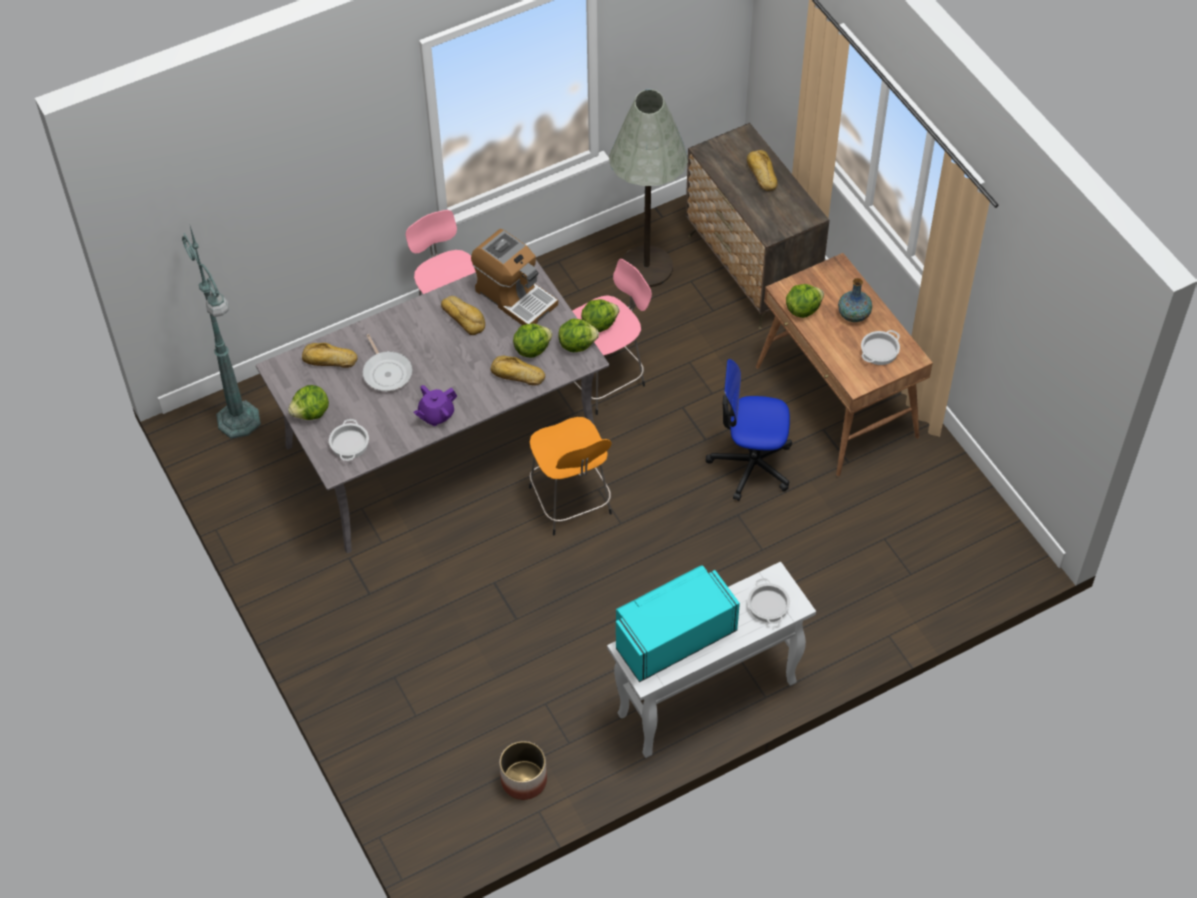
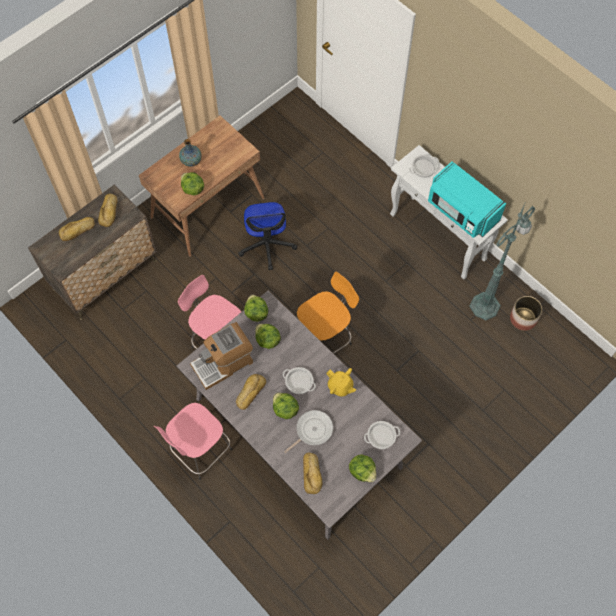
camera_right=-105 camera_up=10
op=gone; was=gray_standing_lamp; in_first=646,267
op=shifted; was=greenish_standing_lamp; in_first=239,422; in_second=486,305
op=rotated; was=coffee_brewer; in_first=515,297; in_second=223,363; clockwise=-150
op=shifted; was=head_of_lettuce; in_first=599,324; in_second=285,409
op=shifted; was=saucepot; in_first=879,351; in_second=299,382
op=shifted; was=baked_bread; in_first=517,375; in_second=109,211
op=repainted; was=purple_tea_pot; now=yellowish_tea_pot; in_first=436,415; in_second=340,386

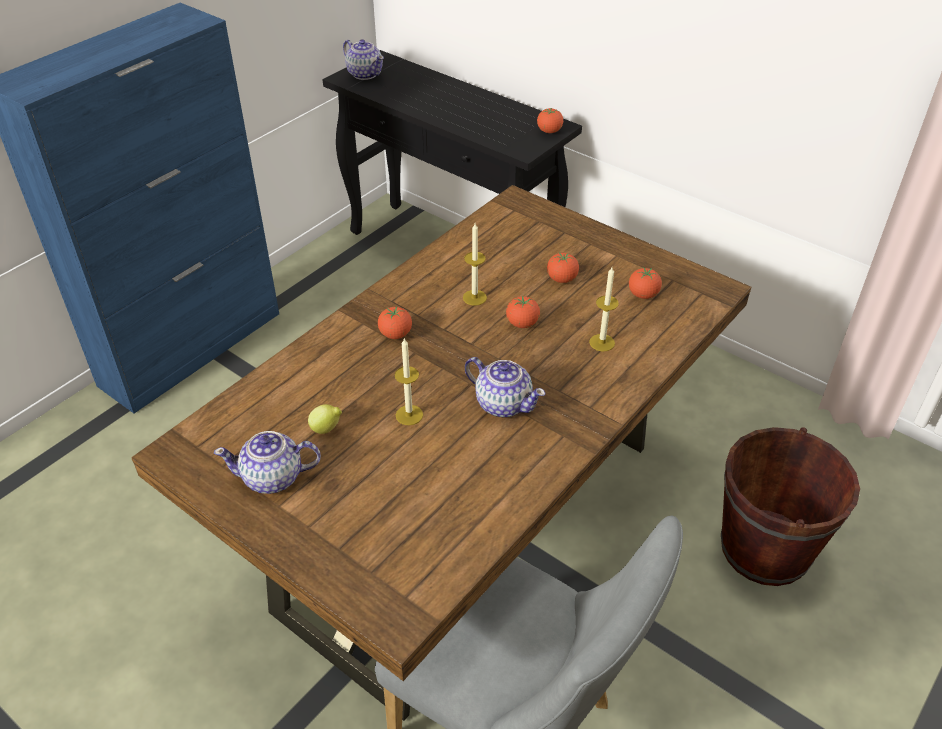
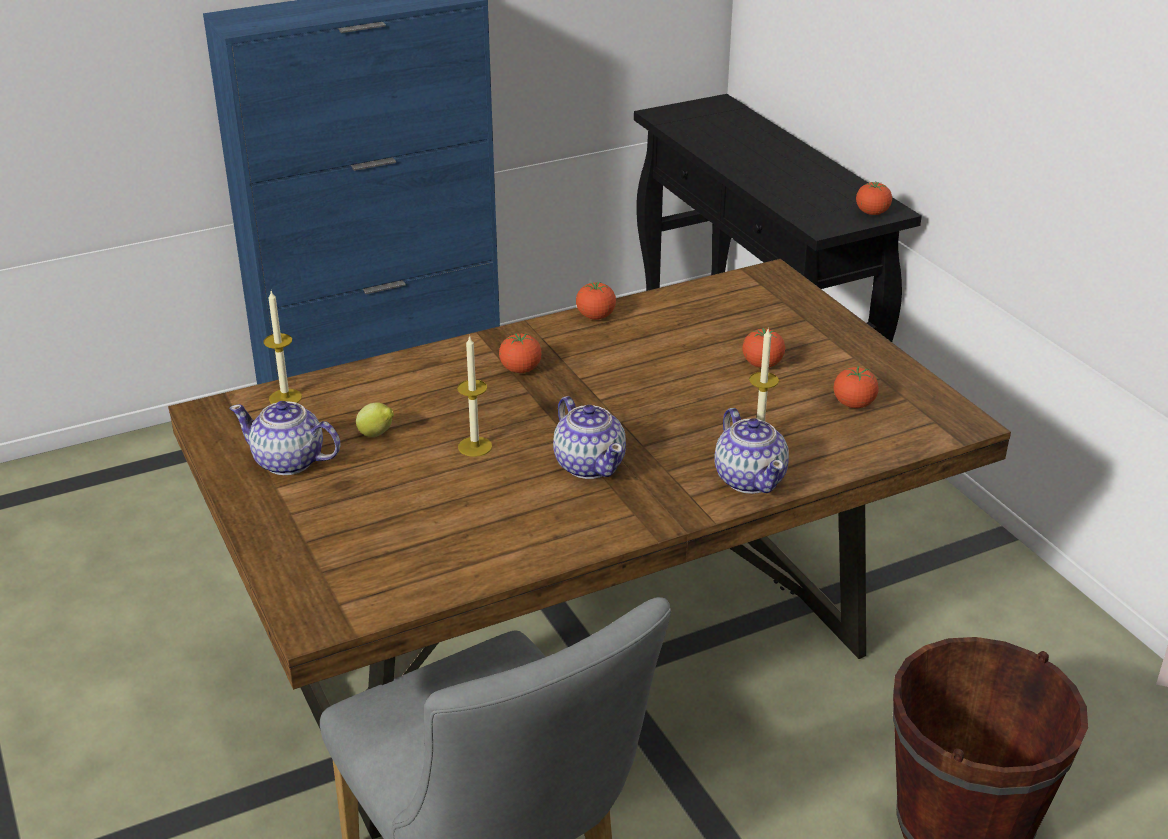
camera_right=25 camera_up=-10
op=shifted; was=tea_pot; in_first=365,74; in_second=750,479
op=shifted; was=wax_light; in_first=474,297; in_second=285,398
op=shifted; was=whole_tomato; in_first=522,324; in_second=595,317

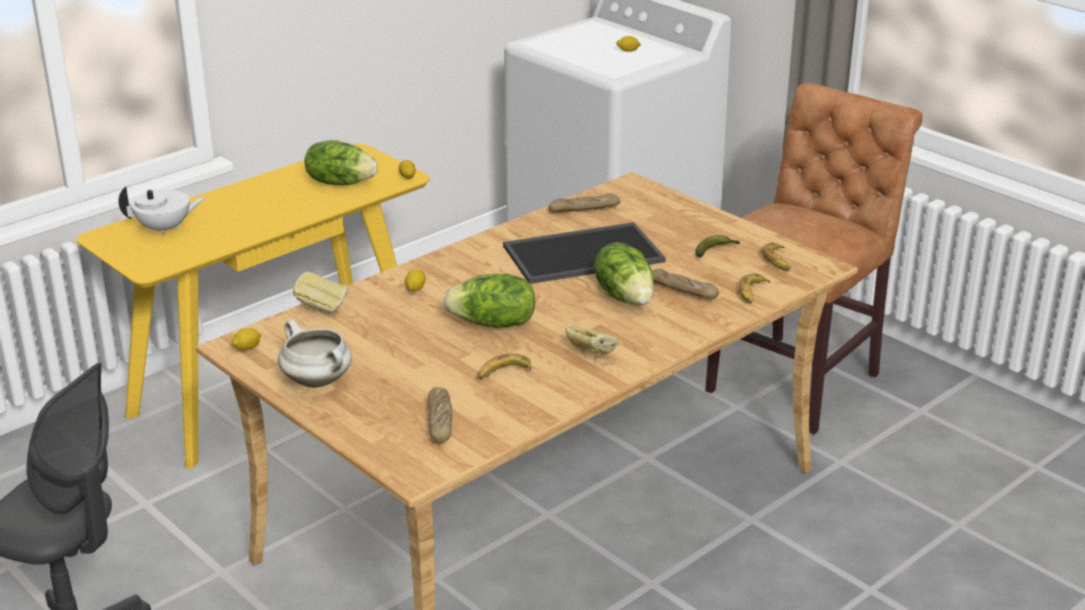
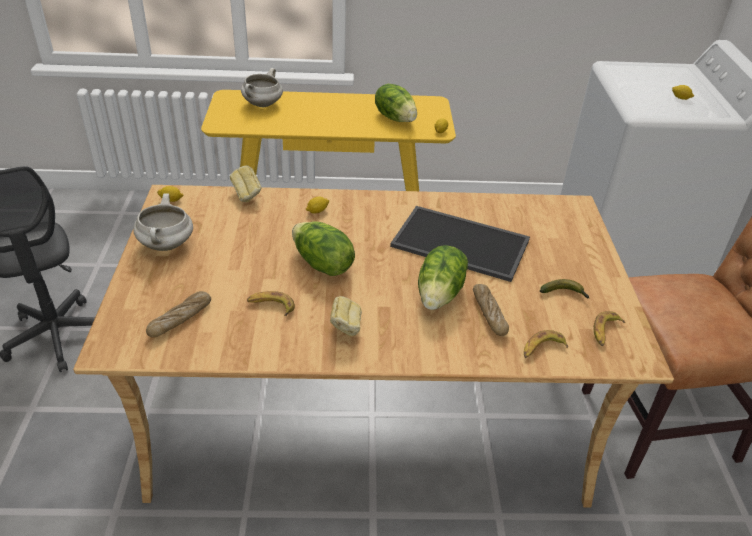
camera_right=40 camera_up=10
op=swapped; was=white-coloured_tea_pot; now=white-coloured_saucepot; in_first=165,229; in_second=262,105
op=gone; was=baked_bread; in_first=584,210

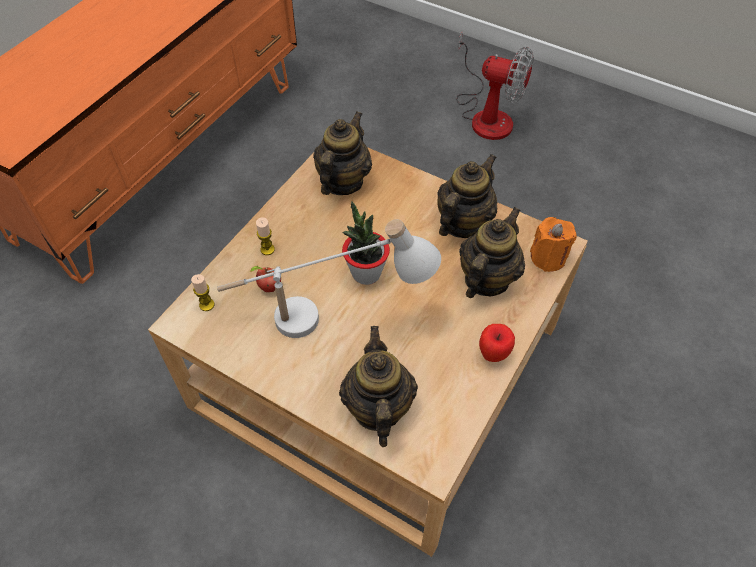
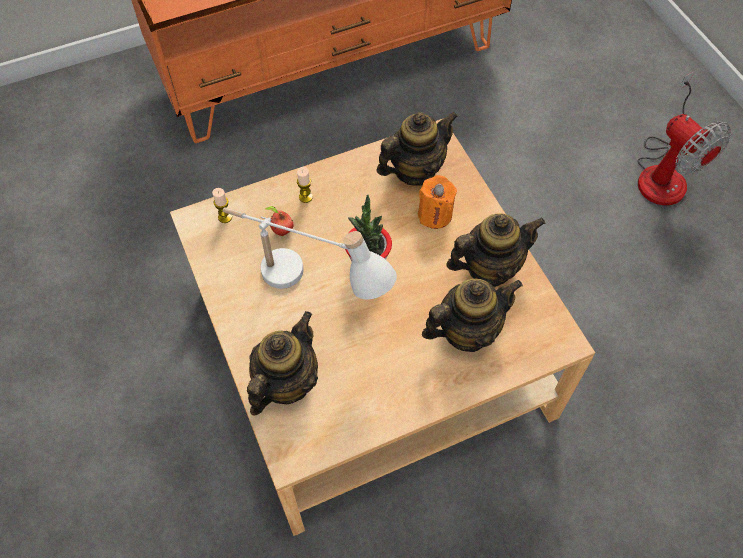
camera_right=35 camera_up=5
op=shifted; was=orange-coloured_wax_light; in_first=548,258; in_second=435,215
op=gone; was=whole_apple; in_first=493,355

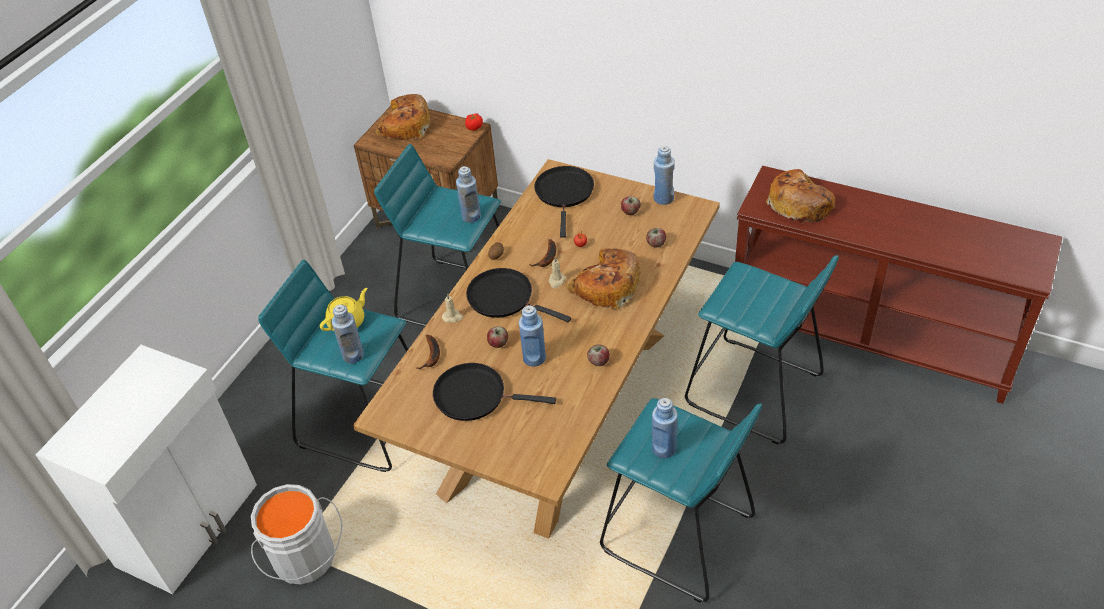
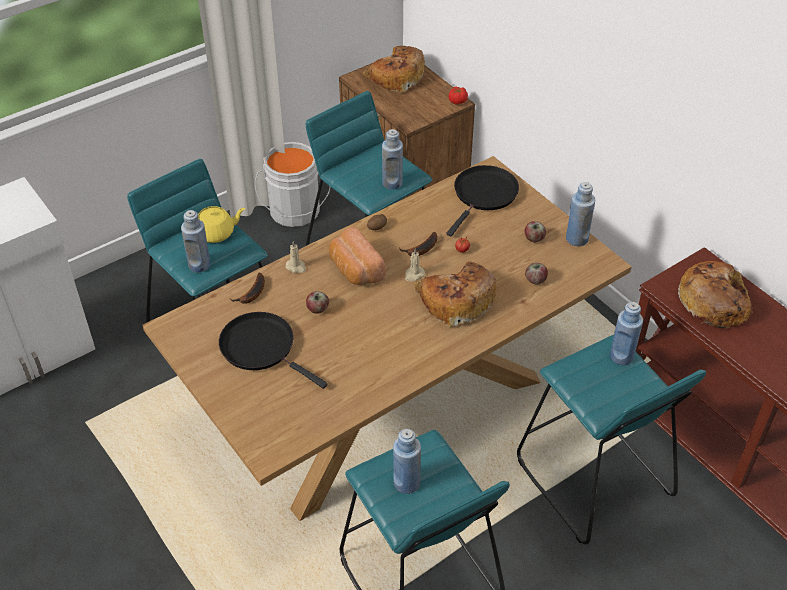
camera_right=25 camera_up=0
op=swapped; was=black_pan; now=baked_bread; in_first=504,298; in_second=354,270
op=shifted; was=bluish_drink_bottle; in_first=534,358; in_second=621,356
op=gone; was=whole_apple; in_first=598,361
op=shifted; was=gray_pail; in_first=306,560; in_second=295,212

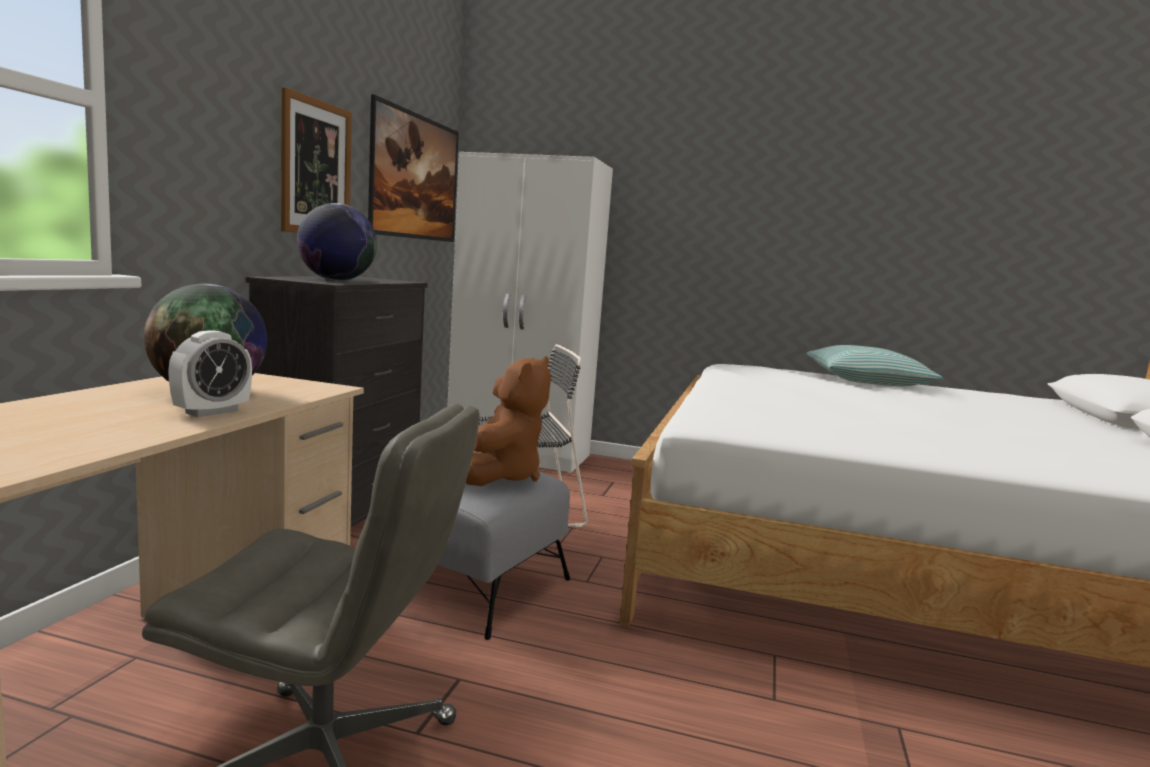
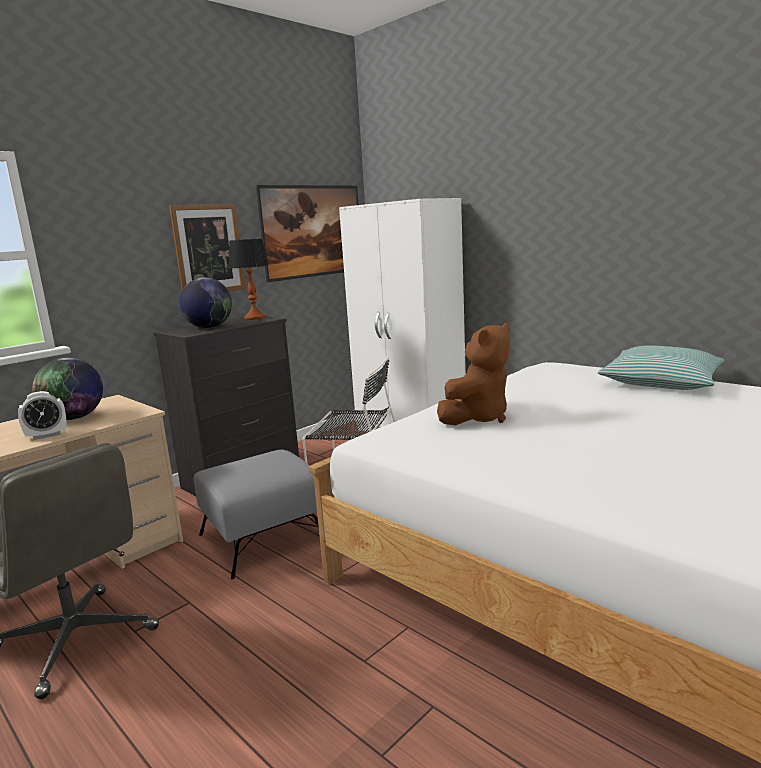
camera_right=30 camera_up=5
op=shifted; was=brown_soft_toy; in_first=501,476; in_second=477,418
op=new; now=table_lamp; in_second=255,318

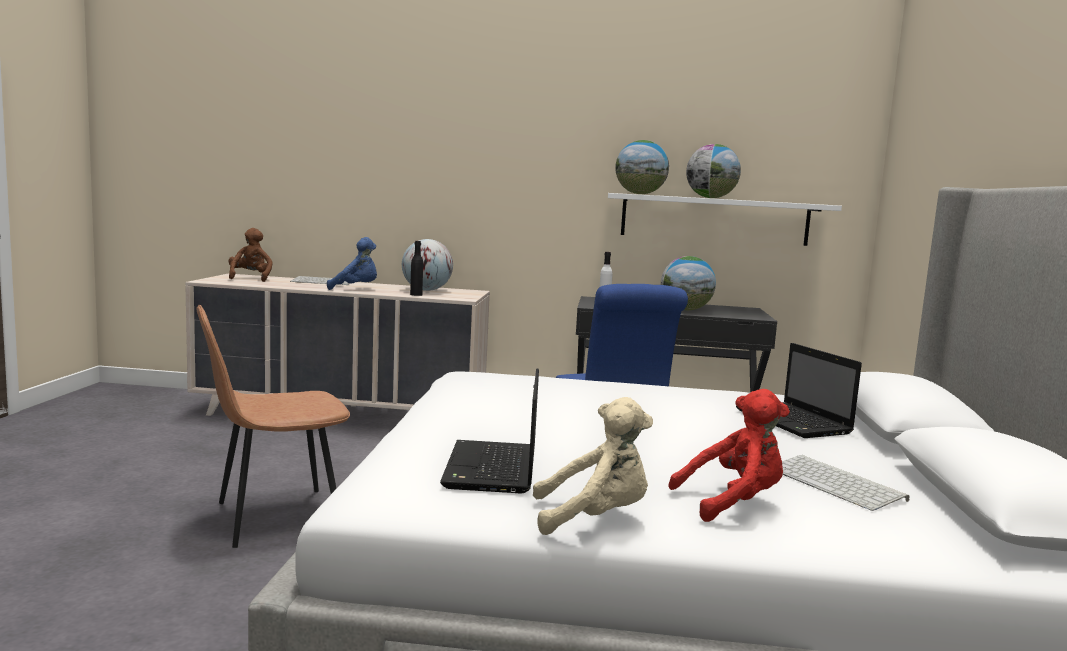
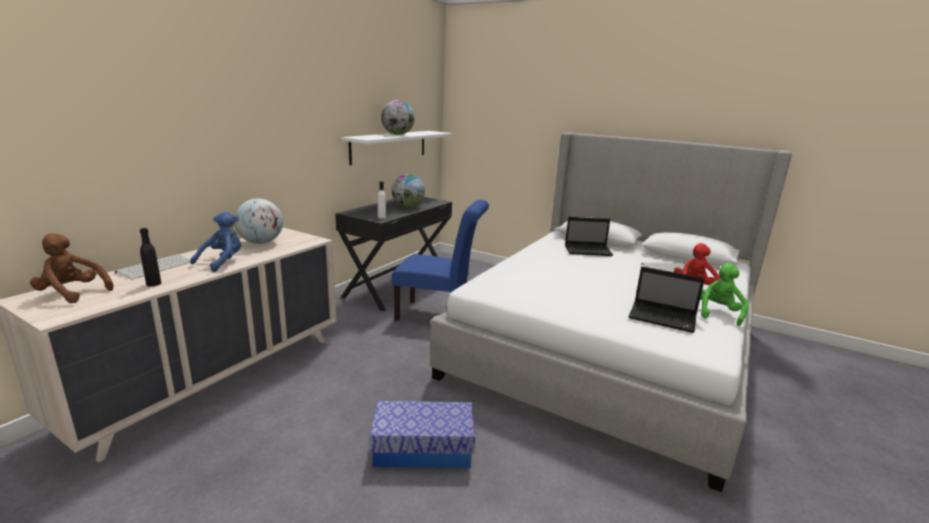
camera_right=-65 camera_up=10
op=gone; was=world_globe; in_first=640,194
op=shifted; was=black_drink_bottle; in_first=416,294; in_second=153,284
op=swapped; was=brown_plain_chair; now=storage_box; in_first=274,517; in_second=423,449
op=repainted; was=beige-coloured_soft_toy; now=greenish_soft_toy; in_first=594,518; in_second=717,313

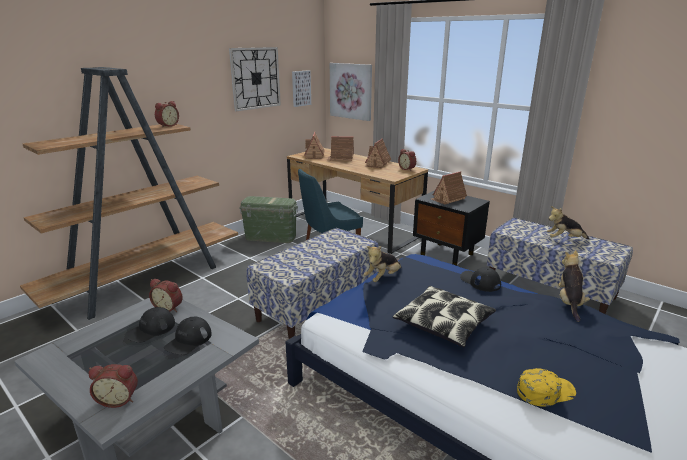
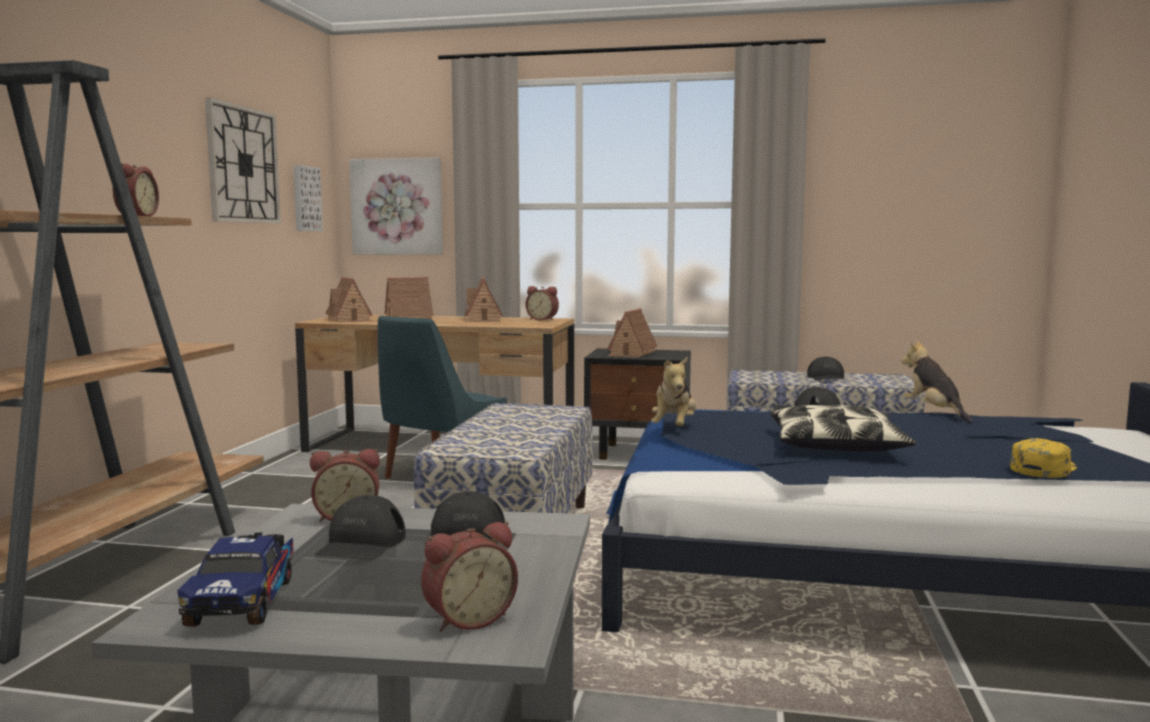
camera_right=-30 camera_up=-15
op=gone; was=greenish_storage_box; in_first=271,237
op=swapped; was=soft_toy; now=black_baseball_cap; in_first=564,239; in_second=827,378
op=new; now=toy_lorry; in_second=244,600

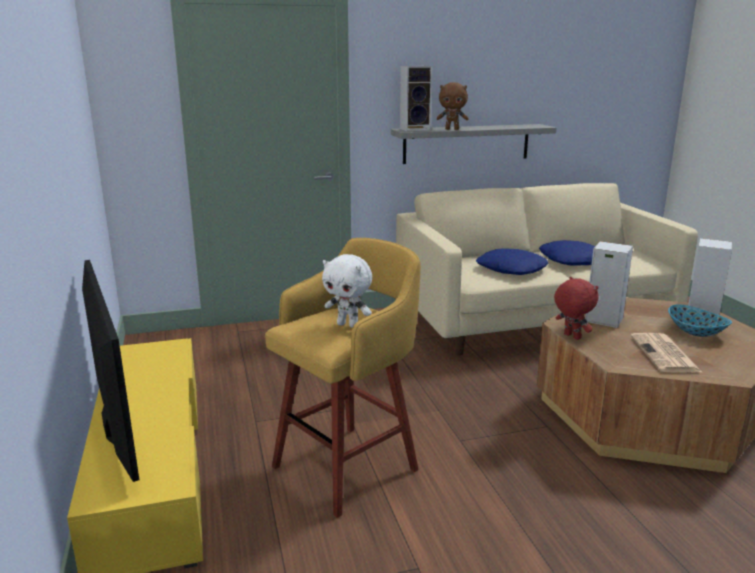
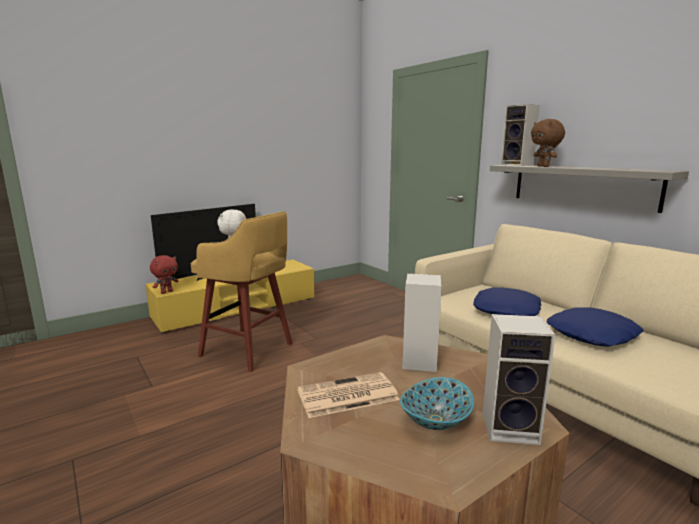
camera_right=70 camera_up=-5
op=shifted; was=red_soft_toy; in_first=571,336; in_second=166,292

